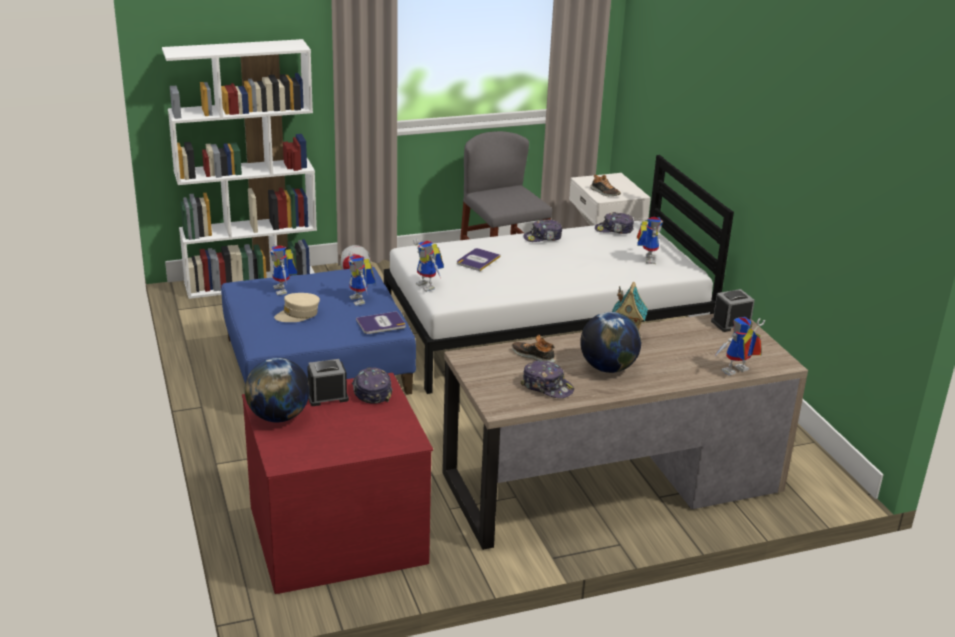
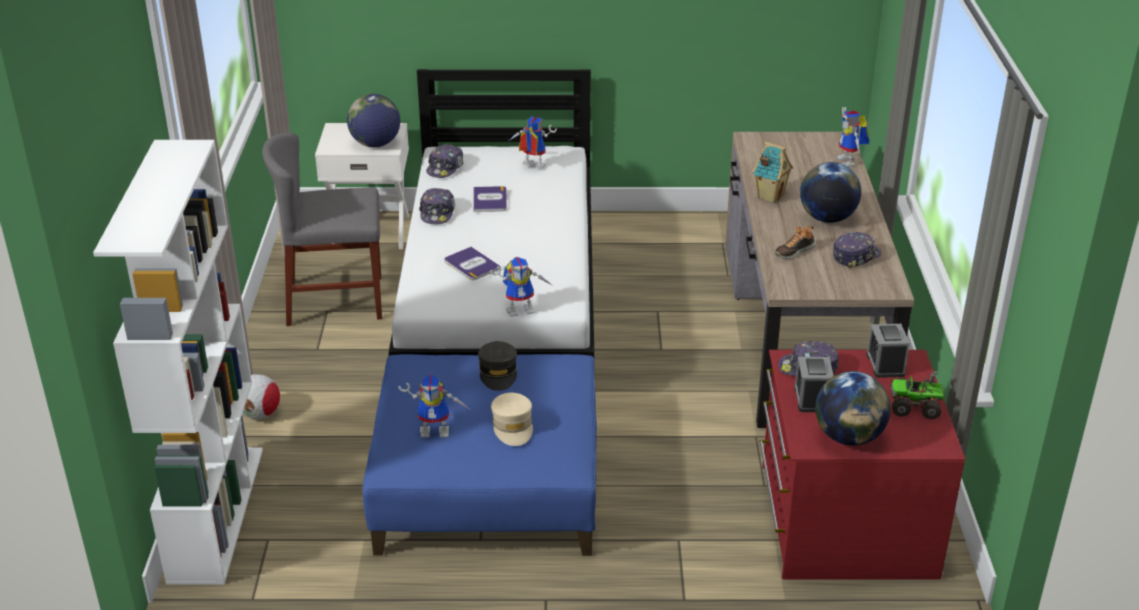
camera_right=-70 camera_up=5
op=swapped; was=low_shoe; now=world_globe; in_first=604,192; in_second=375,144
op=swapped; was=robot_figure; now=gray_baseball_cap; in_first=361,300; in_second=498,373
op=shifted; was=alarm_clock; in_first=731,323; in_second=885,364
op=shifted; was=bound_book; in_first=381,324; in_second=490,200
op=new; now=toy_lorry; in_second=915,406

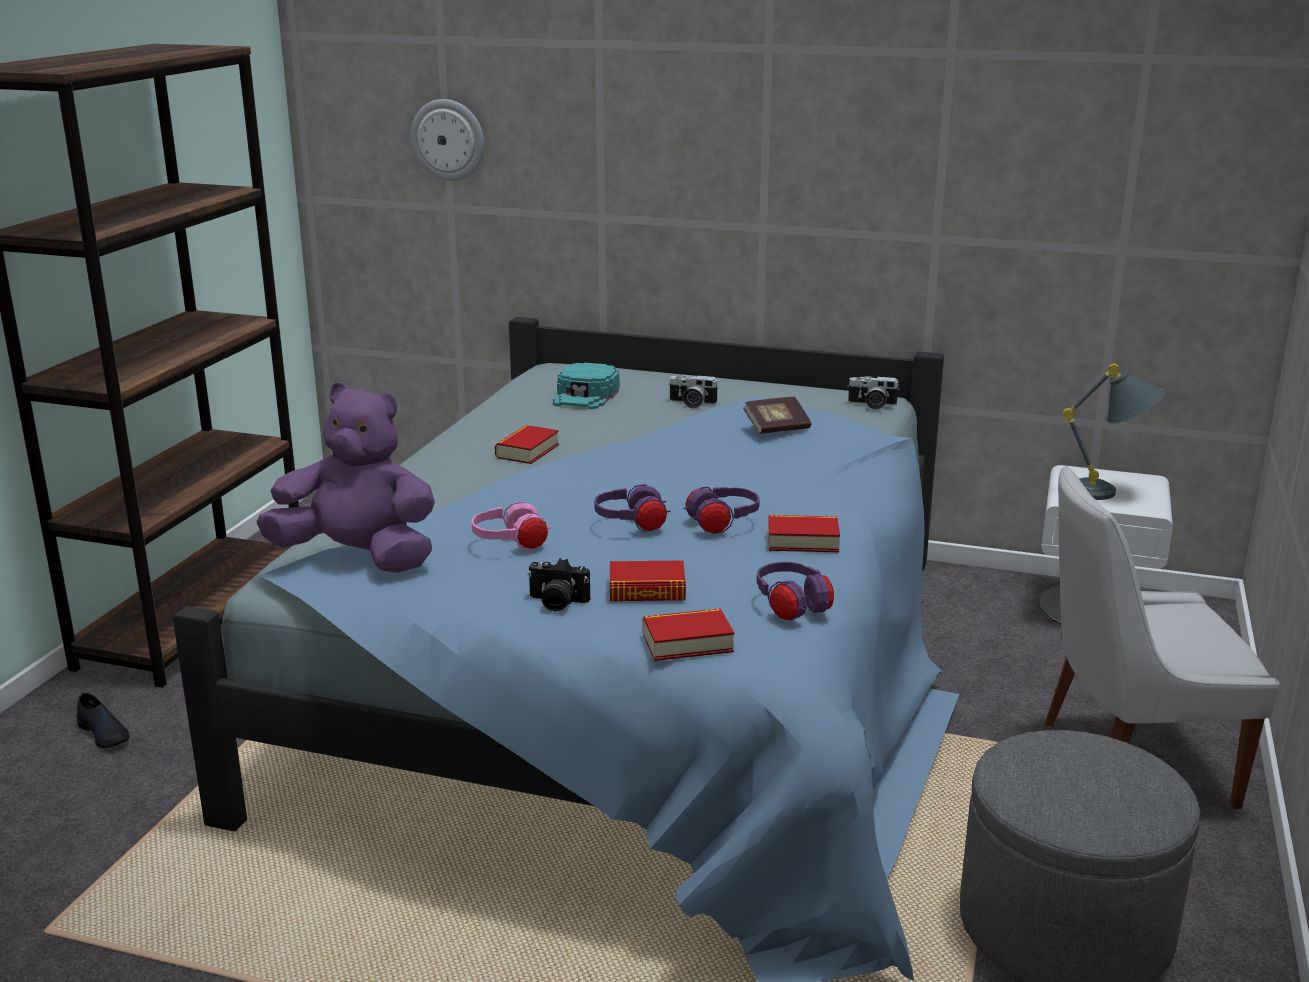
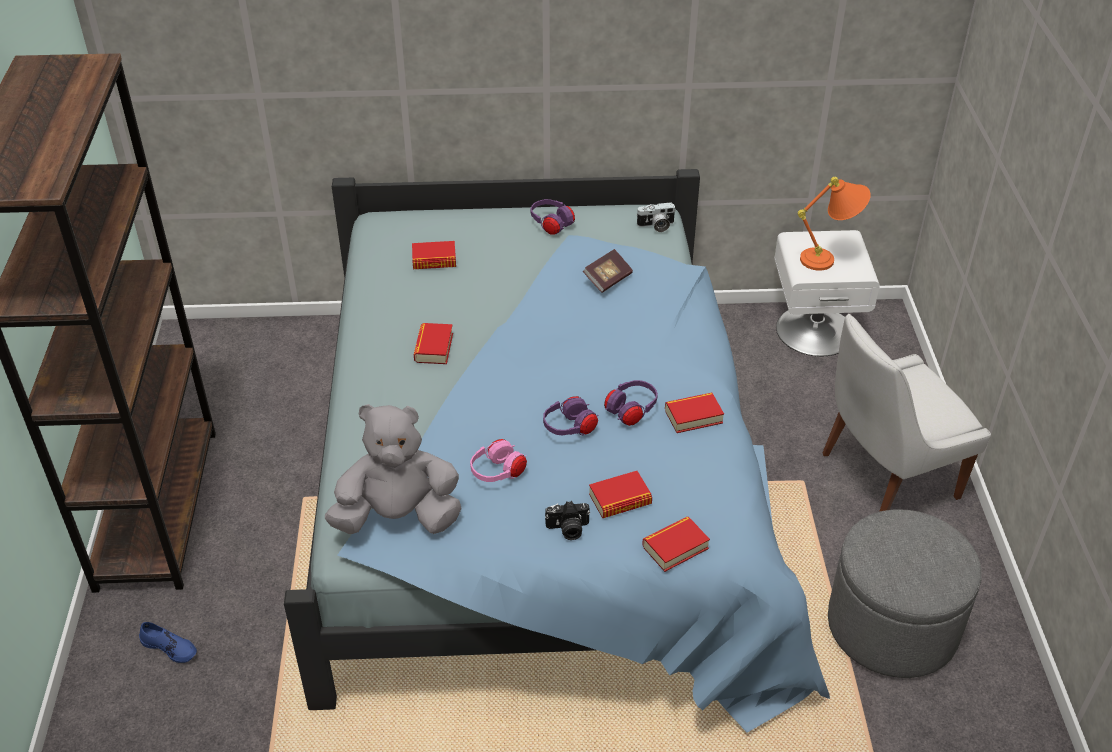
camera_right=-20 camera_up=20
op=gone; was=wall_clock; in_first=448,139
op=swapped; was=turquoise-coloured_baseball_cap; now=bound_book; in_first=586,395; in_second=434,260
op=repainted; was=gray_table_lamp; now=orange-coloured_table_lamp; in_first=1109,493; in_second=829,259
op=gone; was=photo_camera; in_first=691,403
op=repainted; was=purple_soft_toy; now=gray_soft_toy; in_first=359,558; in_second=398,517
op=shifted; was=purple_pair_of_headphones; in_first=792,608; in_second=551,225
op=repainted; was=black_low_shoe; now=bluish_low_shoe; in_first=104,733; in_second=170,647

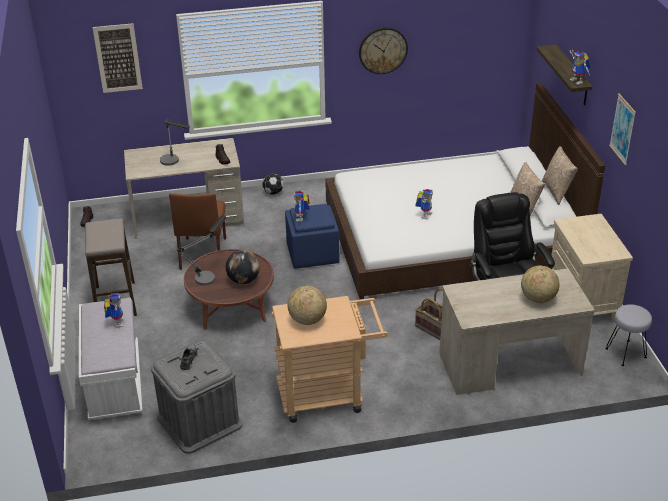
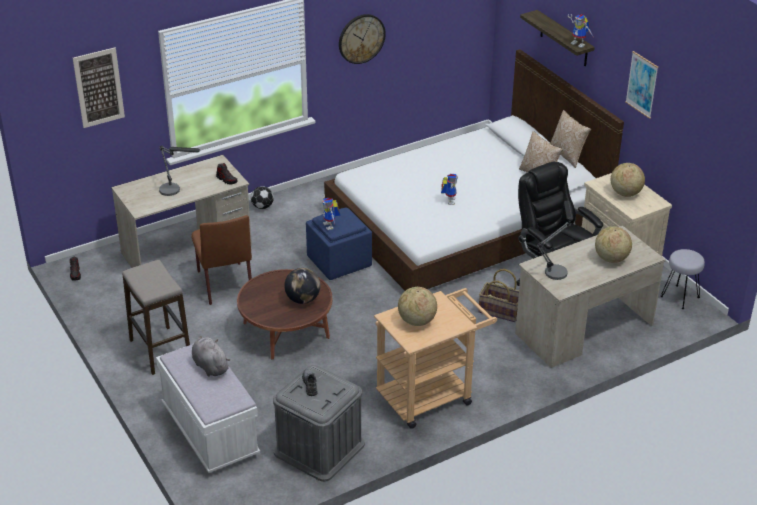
camera_right=-20 camera_up=0
op=shifted; was=table_lamp; in_first=209,275; in_second=556,268
op=swapped; was=robot_figure; now=gray_soft_toy; in_first=116,322; in_second=210,366
op=new; now=world_globe; in_second=625,193

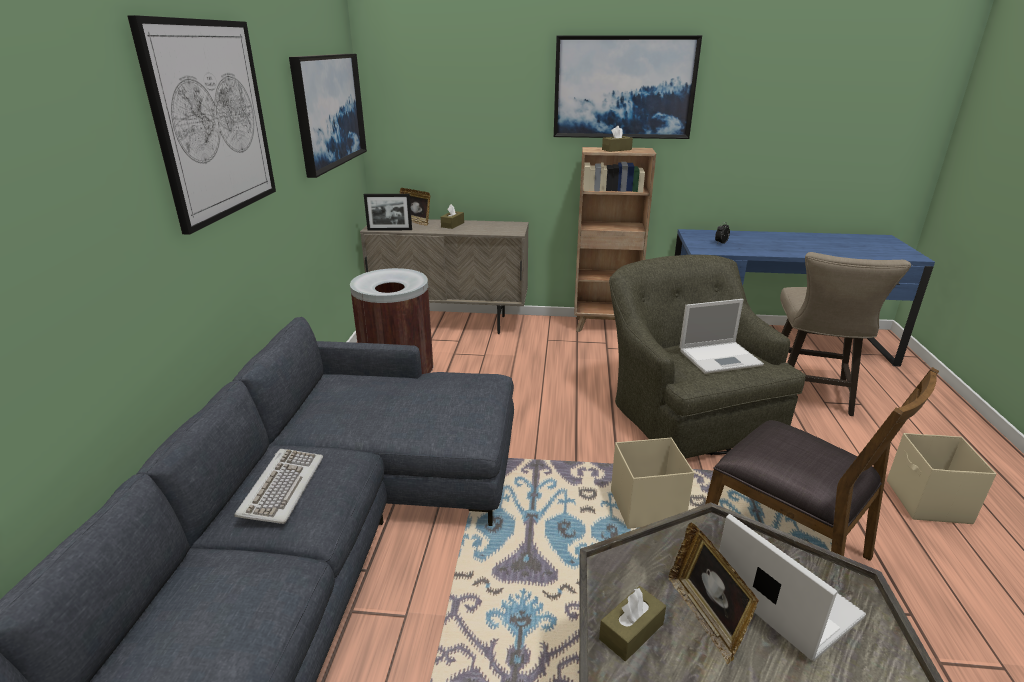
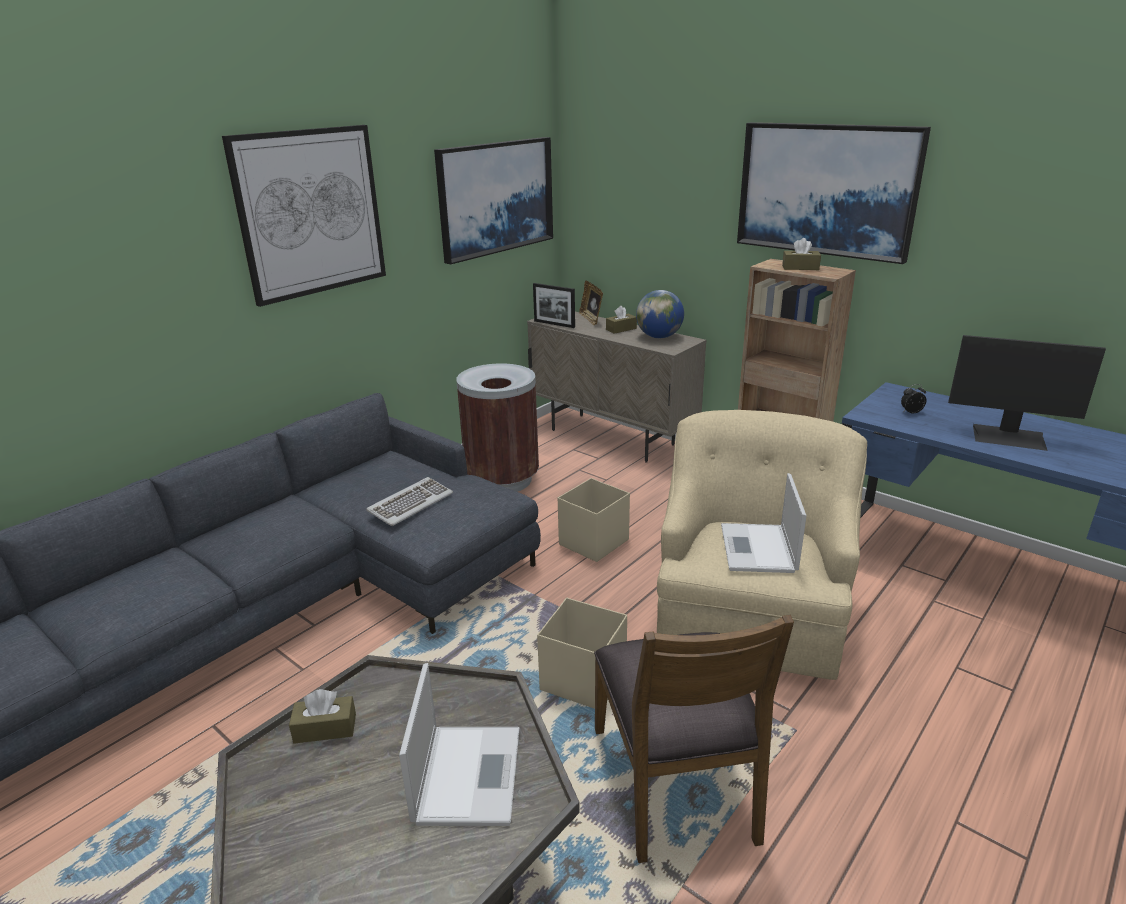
camera_right=35 camera_up=0
op=gone; was=beige-coloured_stool; in_first=809,396
op=repainted; was=greenish_armchair; now=beige-coloured_armchair; in_first=687,412; in_second=750,611
op=rotated; was=laptop; in_first=721,357; in_second=758,549; clockwise=75
op=shifted; was=beige-coloured_storage_box; in_first=927,502; in_second=593,542
op=shifted; was=keyboard; in_first=281,487; in_second=410,504
op=gone; was=photo_frame; in_first=705,616
op=new; now=world_globe; in_second=659,337
op=new; now=monitor; in_second=1009,437

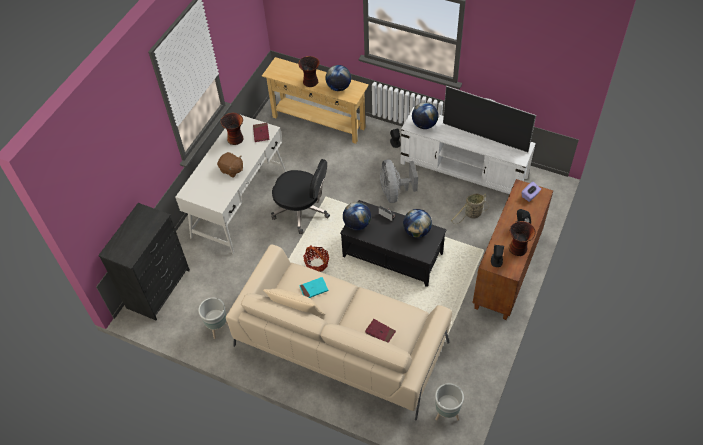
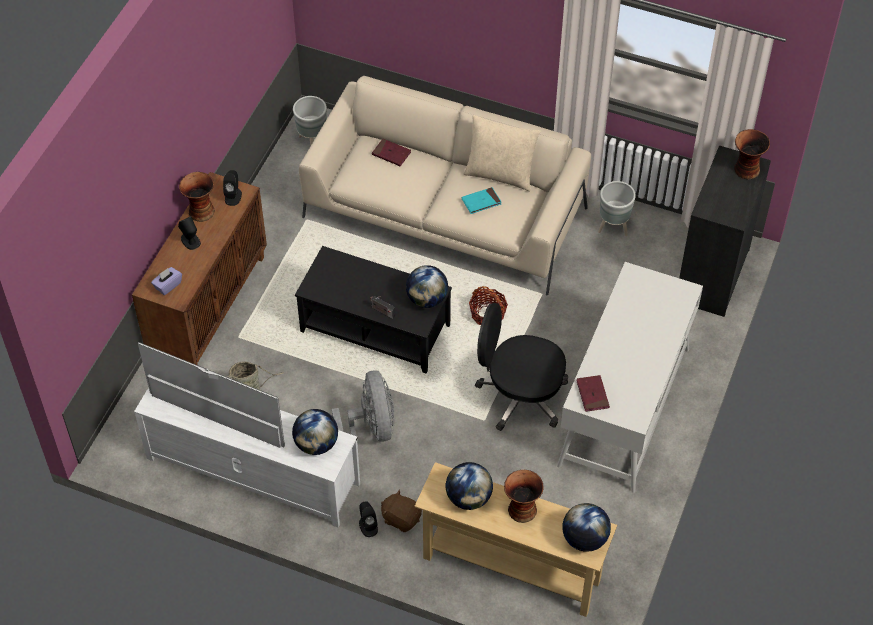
camera_right=175 camera_up=0
op=shifted; was=flower_vase; in_first=236,138; in_second=745,170
op=shifted; was=brown_soft_toy; in_first=231,170; in_second=401,518
op=shifted; was=world_globe; in_first=417,231; in_second=584,539

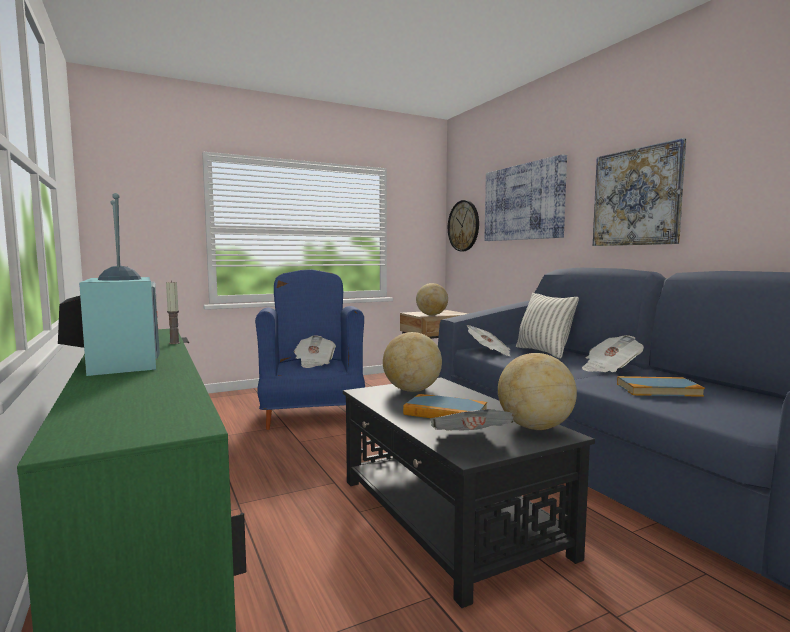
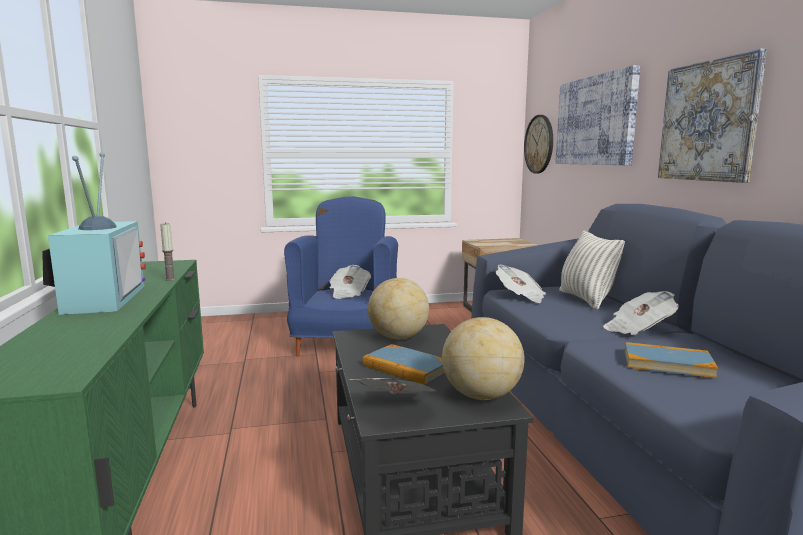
camera_right=15 camera_up=5
op=gone; was=world_globe; in_first=431,315

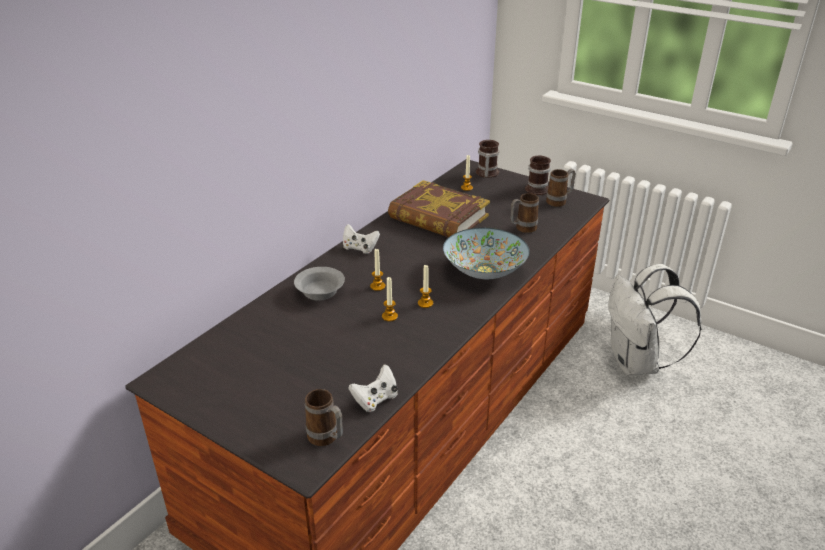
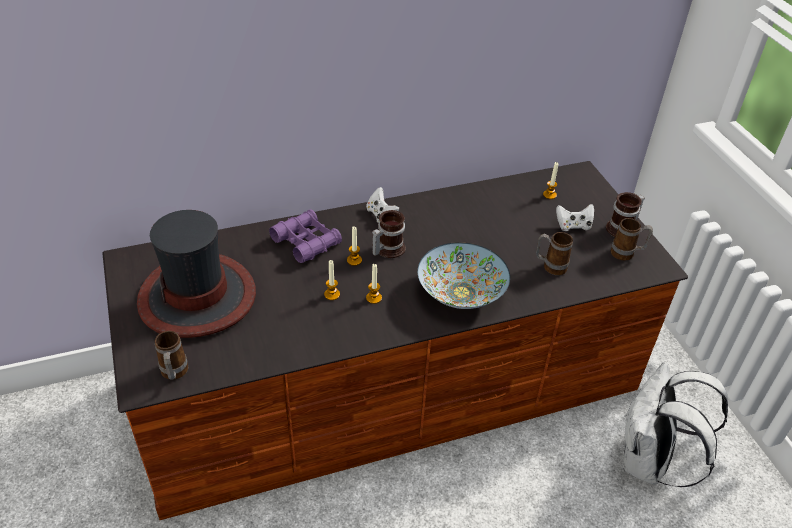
camera_right=35 camera_up=10
op=shifted; was=tea_mug; in_first=486,173; in_second=387,249
op=gone; was=bound_book; in_first=438,217
op=swapped; was=gray_bowl; now=purple_pair_of_binoculars; in_first=321,291; in_second=306,242
op=shifted; was=white-coloured_joypad; in_first=375,400; in_second=573,226
op=new; now=hat; in_second=198,297

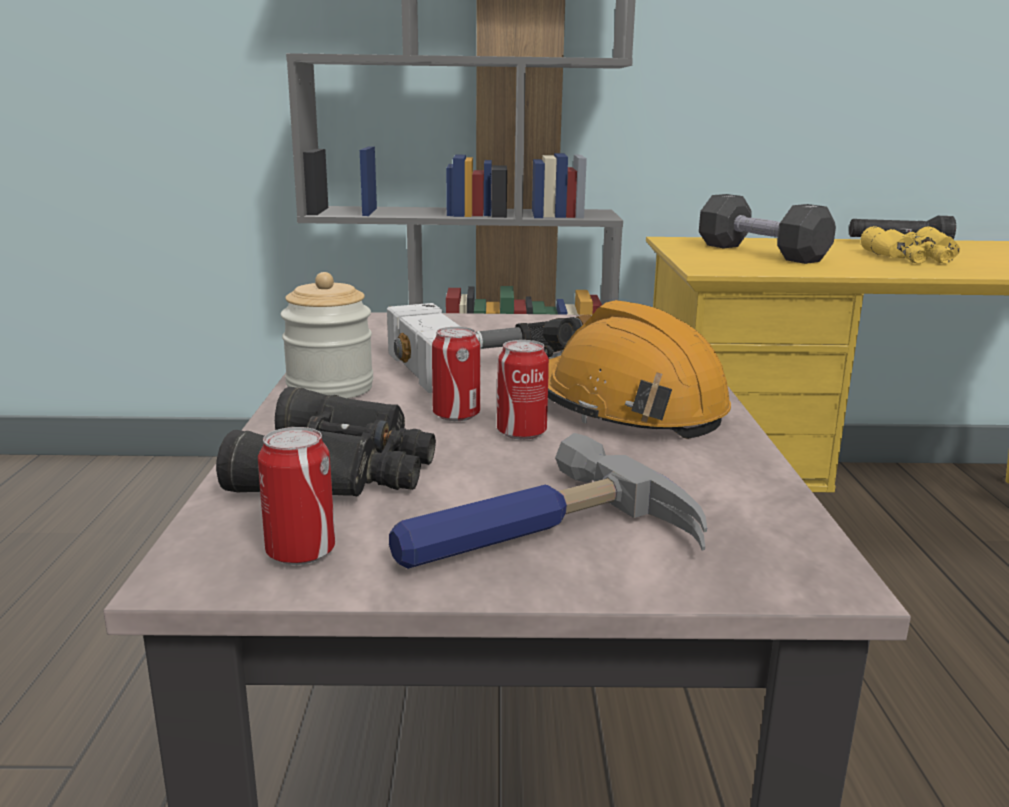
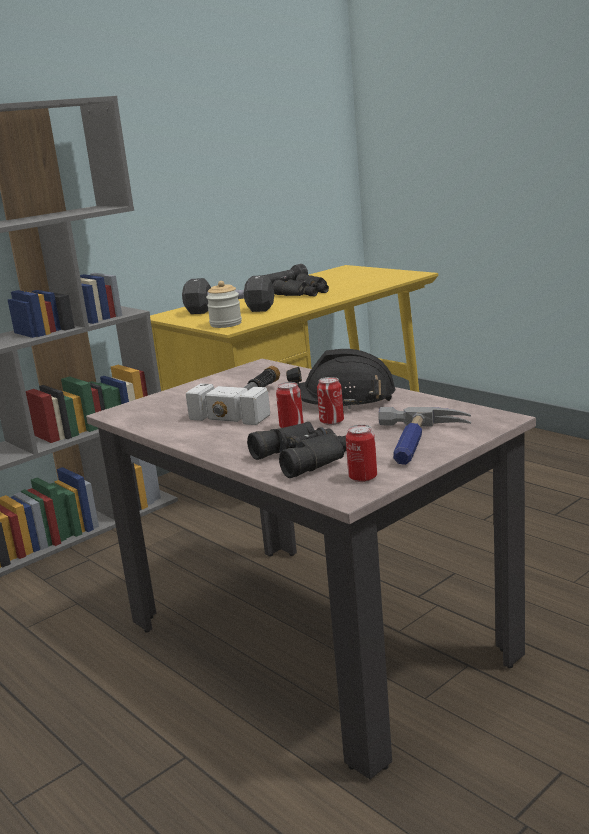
camera_right=-40 camera_up=0
op=repainted; was=yellowish_pair_of_binoculars; now=black_pair_of_binoculars; in_first=914,257; in_second=305,293
op=shifted; was=storage_jar; in_first=330,388; in_second=226,324
op=repainted; was=orange-coloured_work_helmet; now=black_work_helmet; in_first=627,407; in_second=344,399

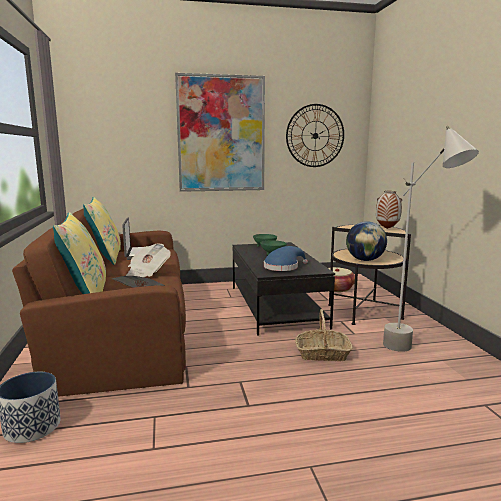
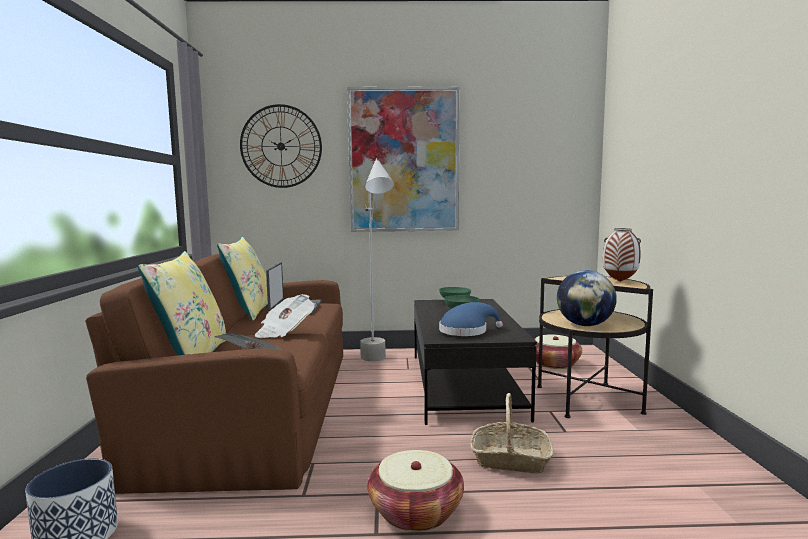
camera_right=10 camera_up=-5
op=shifted; was=wall_clock; in_first=315,136; in_second=281,146
op=shifted; was=gray_standing_lamp; in_first=414,355; in_second=377,364
op=new; now=basket; in_second=415,511

